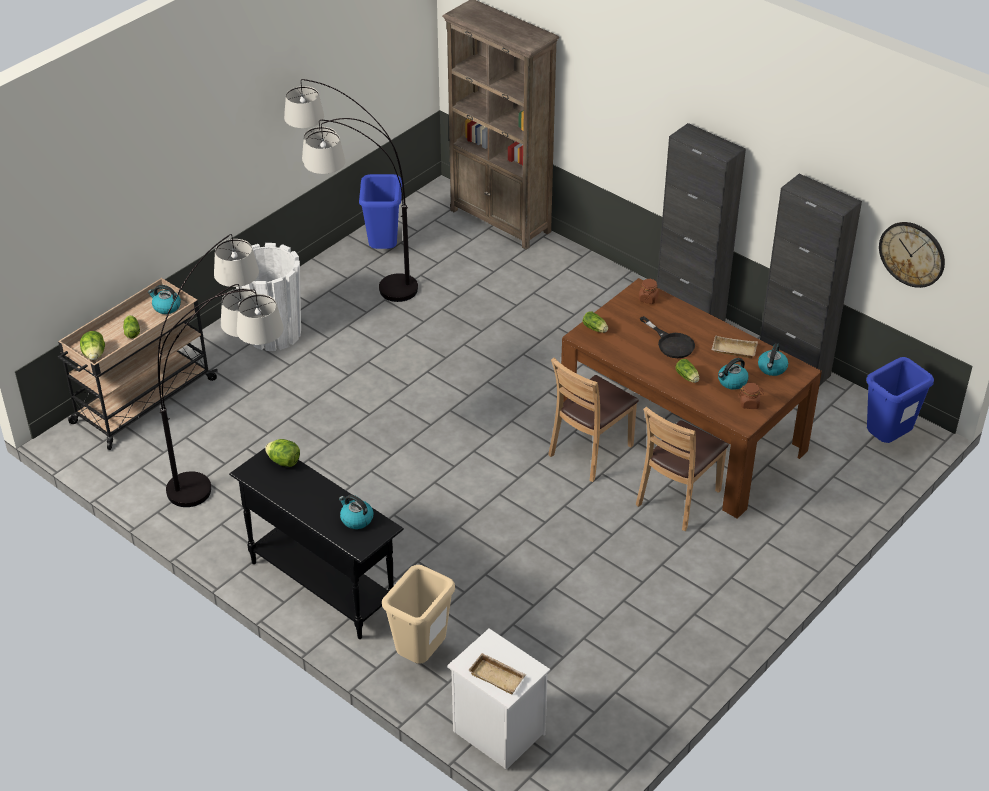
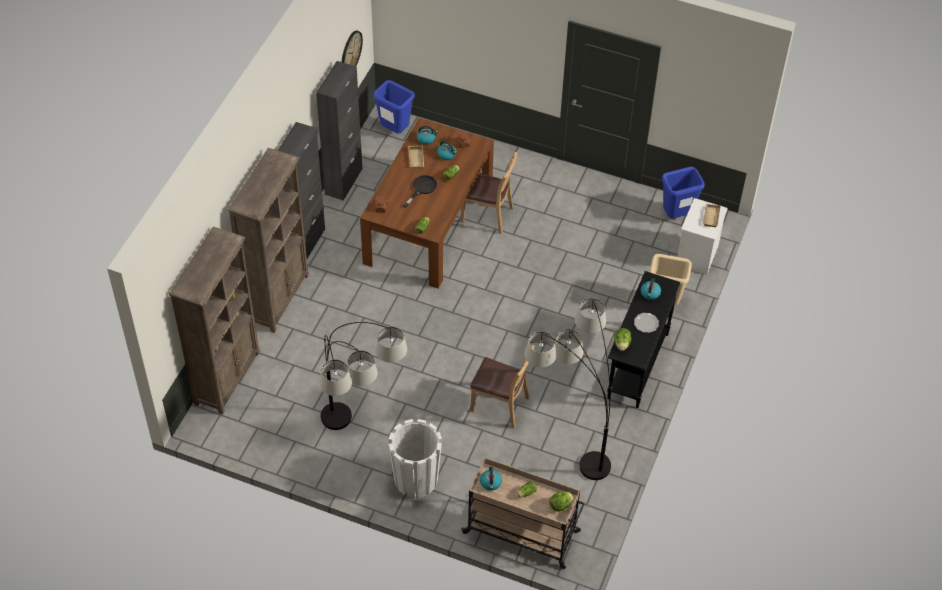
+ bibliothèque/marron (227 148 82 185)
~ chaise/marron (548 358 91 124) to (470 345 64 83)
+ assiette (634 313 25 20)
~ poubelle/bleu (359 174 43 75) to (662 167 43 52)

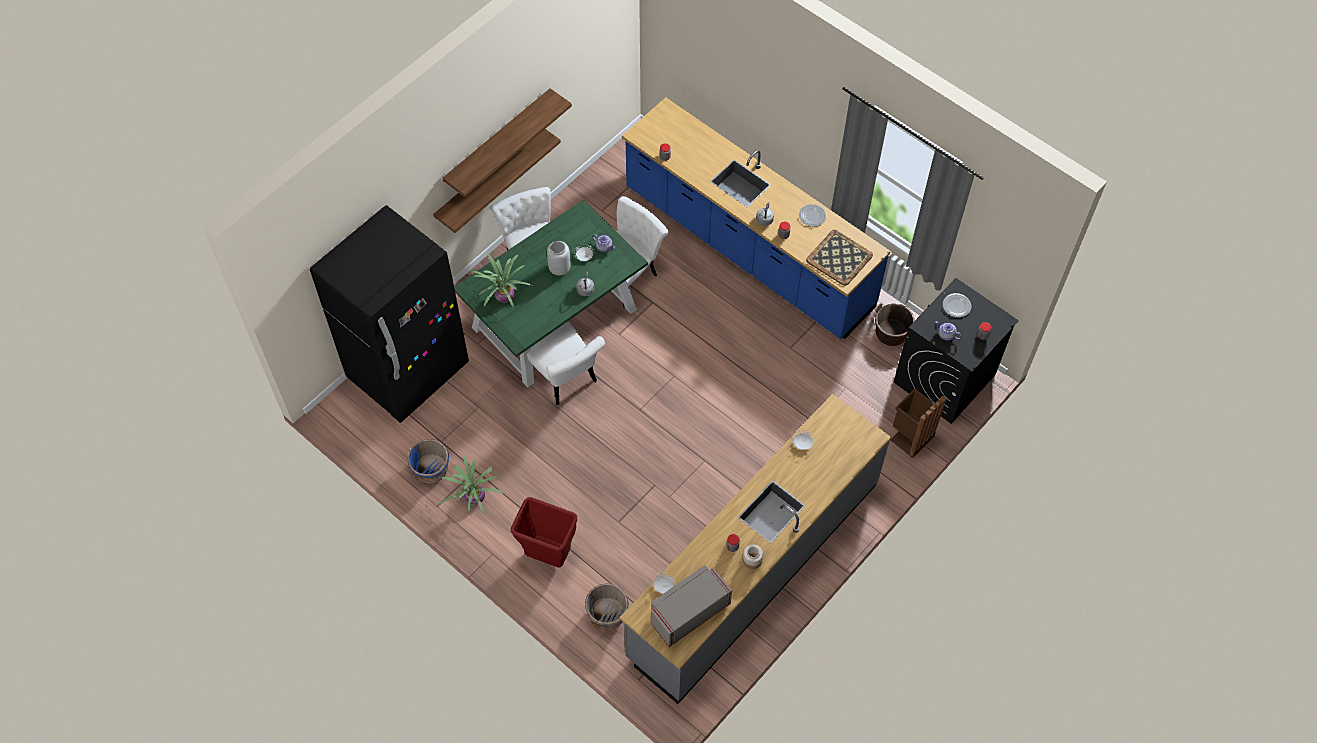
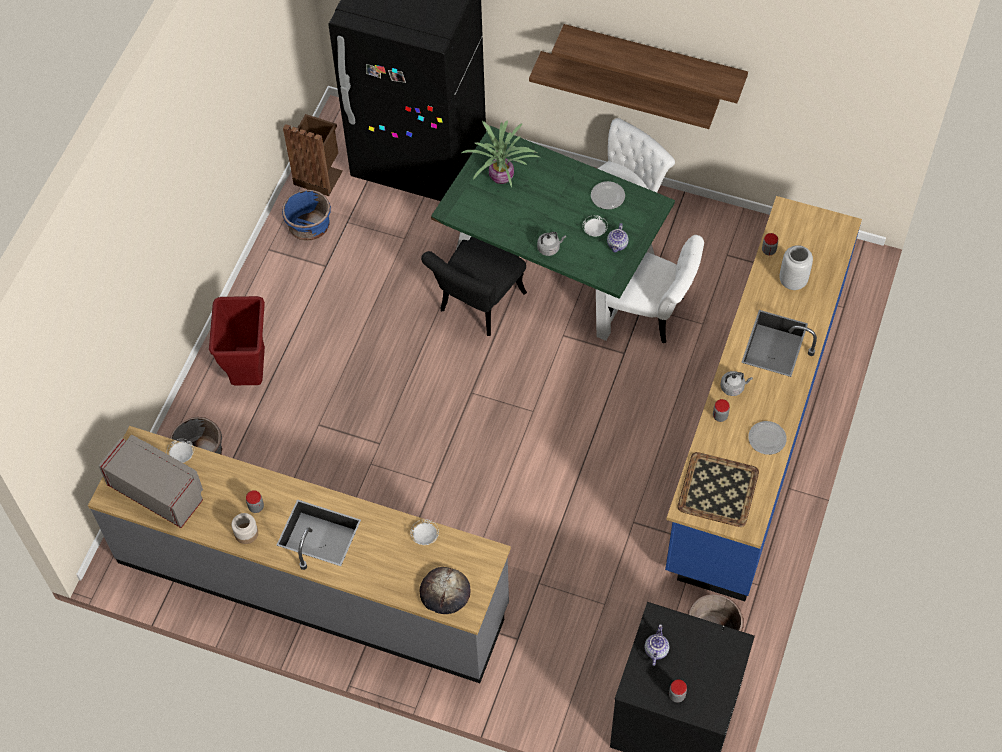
~ poubelle/marron (890 389 57 69) to (283 114 60 82)
+ pain (420 567 50 47)
~ chaise/blanc (527 321 78 84) to chaise/noir (421 236 106 100)
~ assiette (943 293 29 24) to (591 181 34 28)
~ vase/gris (547 241 24 34) to (780 245 33 45)
- plante en pot (438 456 65 59)

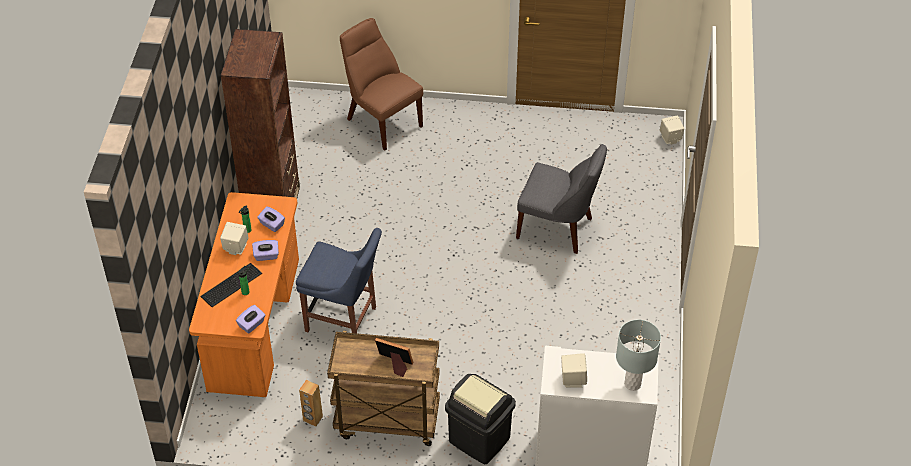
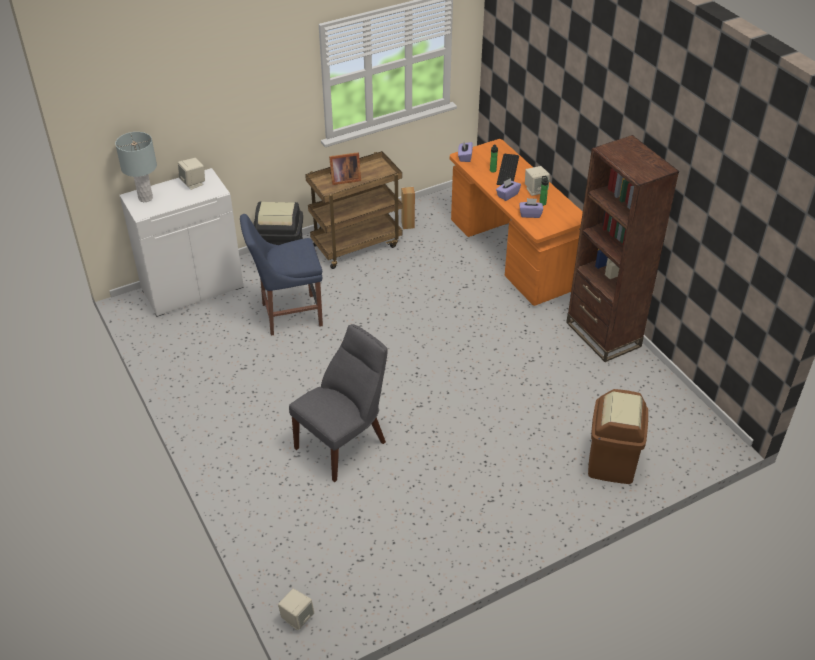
~ chaise/bleu (296 228 86 105) to (240 214 83 122)
~ chaise/gris (516 144 91 110) = (289 324 99 158) 150 degrees clockwise
~ chaise/marron (340 18 83 133) to poubelle/marron (588 389 60 95)

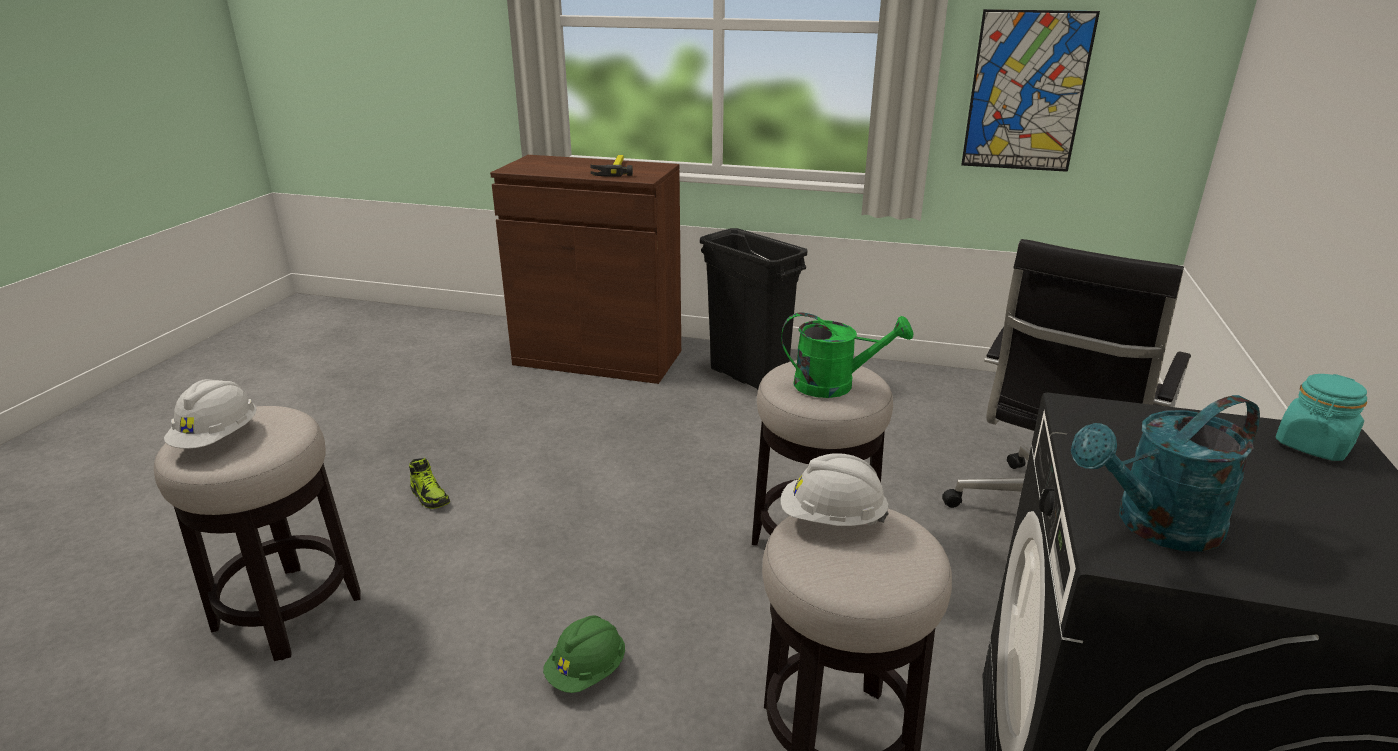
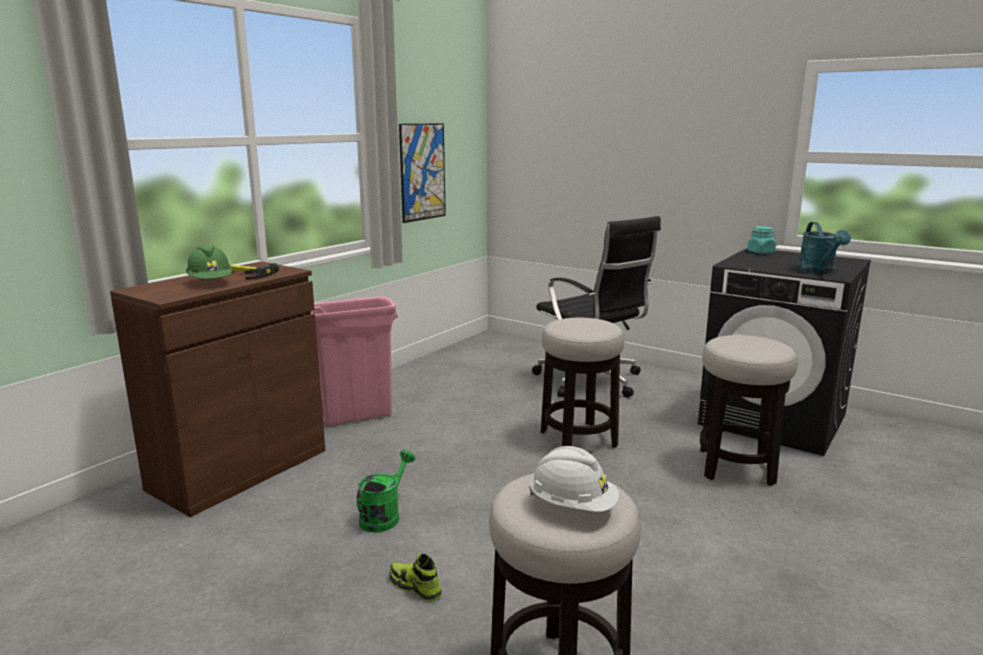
~ casque de chantier/vert (543 615 82 78) to (186 245 46 34)
~ poubelle/noir (700 228 107 162) to poubelle/rose (311 296 87 130)
~ arrosoir/vert (781 312 133 86) to (357 450 58 83)
~ chaussure (409 458 41 51) = (390 554 52 47) 120 degrees counterclockwise
- casque de chantier/blanc (781 453 108 73)

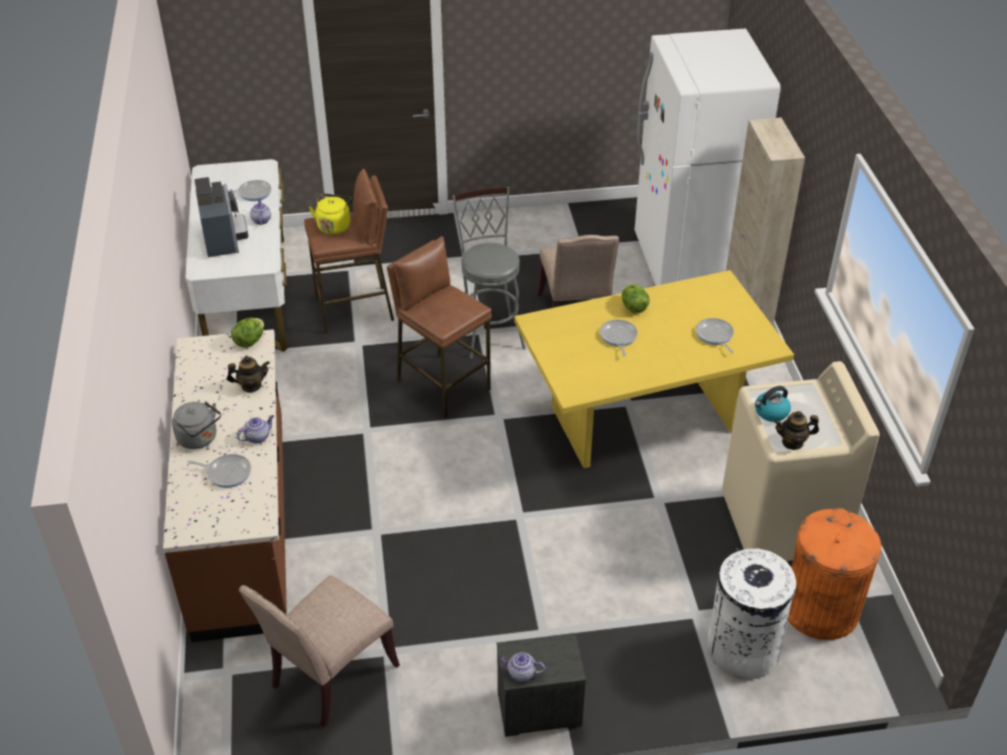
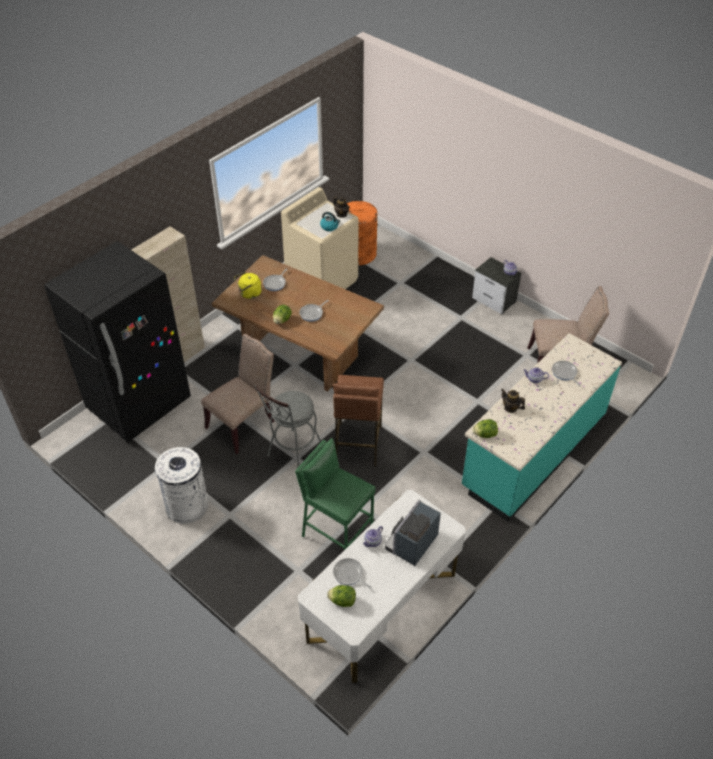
~ réfrigérateur/blanc (635 29 146 257) to réfrigérateur/noir (44 241 147 201)
~ poubelle/blanc (708 548 88 131) to (155 447 53 77)
~ table à manger/jaune (514 270 280 198) to table à manger/marron (212 255 172 136)
~ bouilloire/jaune (309 193 44 42) to (234 272 28 27)
~ tabouret/marron (304 169 90 164) to tabouret/vert (295 438 80 111)
+ laitue (327 585 29 22)
~ comptoir de cuisine/marron (163 329 124 313) to comptoir de cuisine/turquoise (462 333 160 189)
- bouilloire/gris (172 401 49 48)

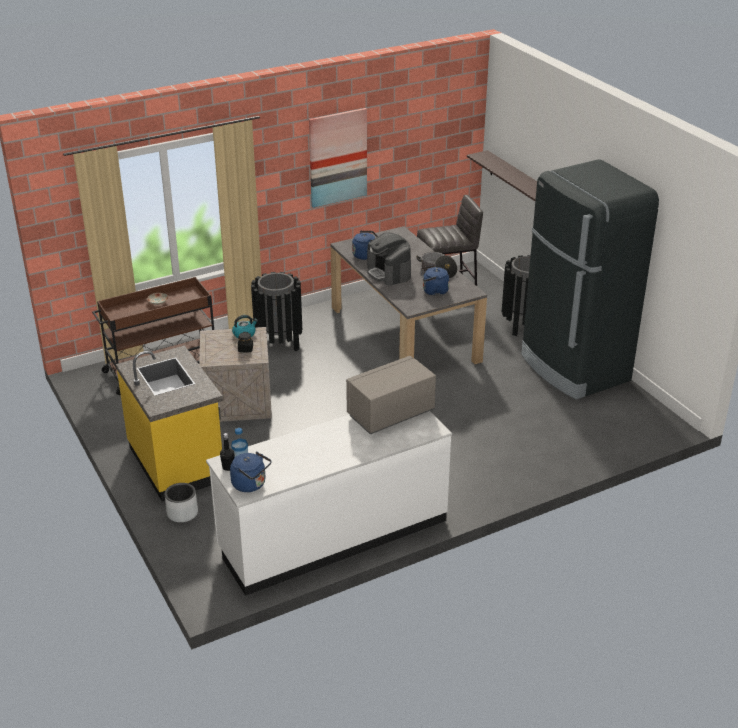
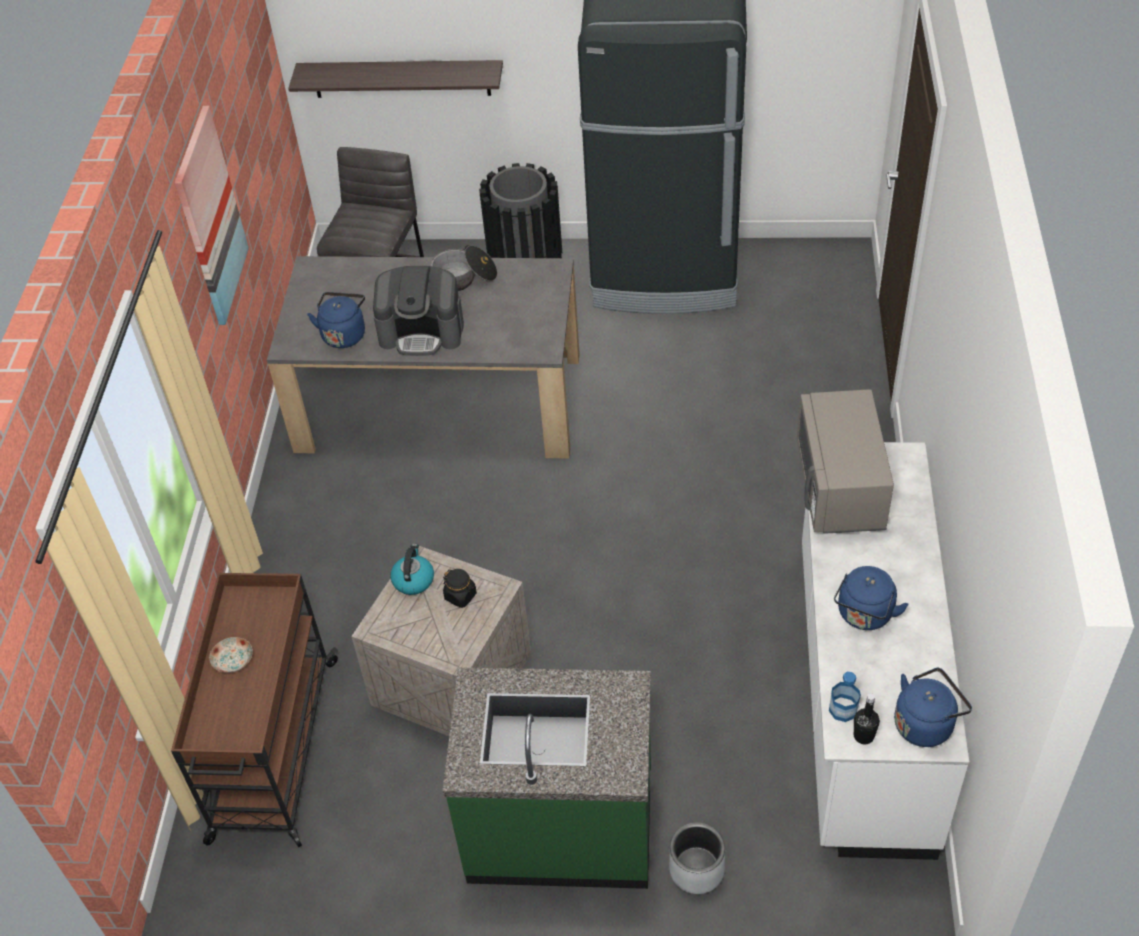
~ comptoir de cuisine/jaune (116 345 107 156) to comptoir de cuisine/vert (443 668 208 221)
~ bouilloire/bleu (421 265 28 31) to (834 566 75 64)
- poubelle/noir (251 272 51 79)

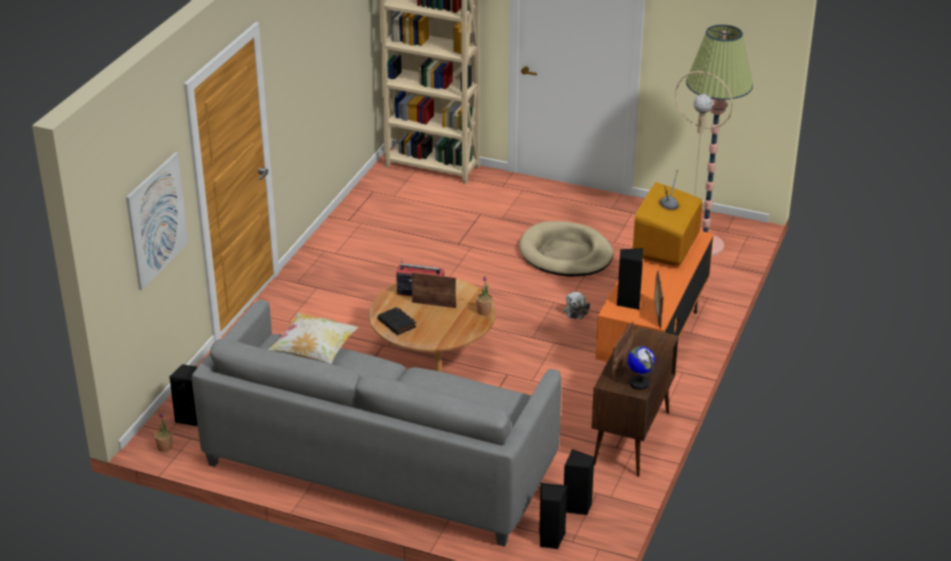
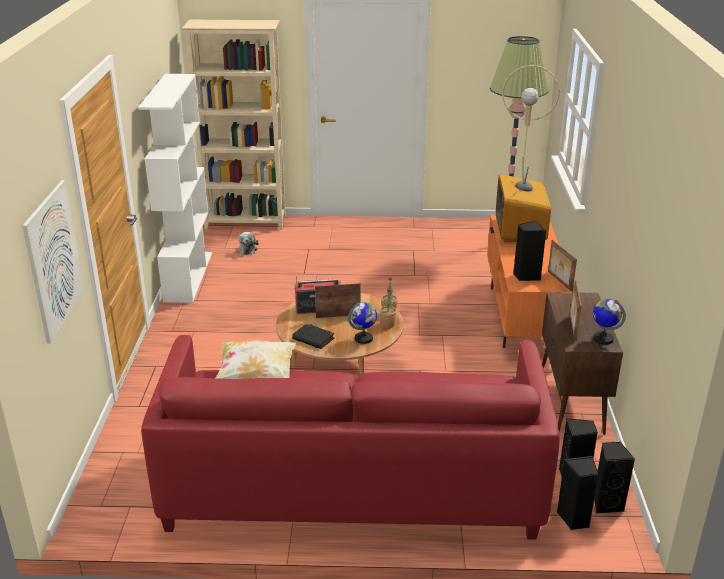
+ bibliothèque/blanc (138 74 74 229)
~ canapé/gris (192 300 369 247) to canapé/rouge (141 335 419 205)
~ peluche (564 292 26 27) to (237 232 22 23)
+ globe (348 302 29 42)
~ plante en pot (154 412 18 40) to (379 287 18 41)
~ enceinte/noir (170 364 28 62) to (594 442 41 72)
- panier pour chien/beige (519 221 95 56)

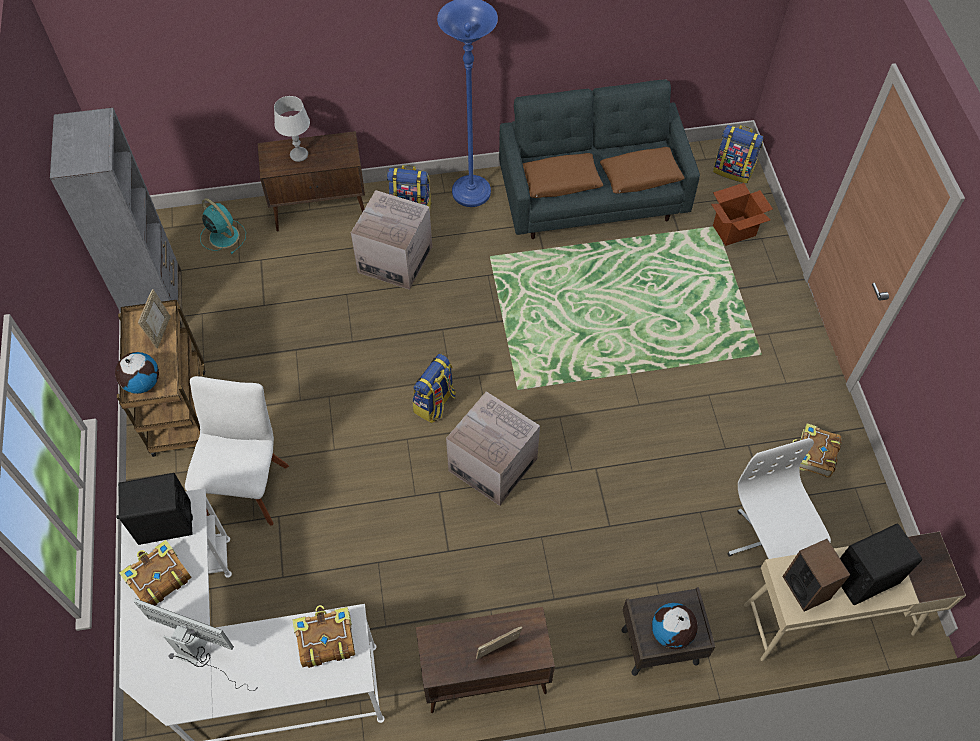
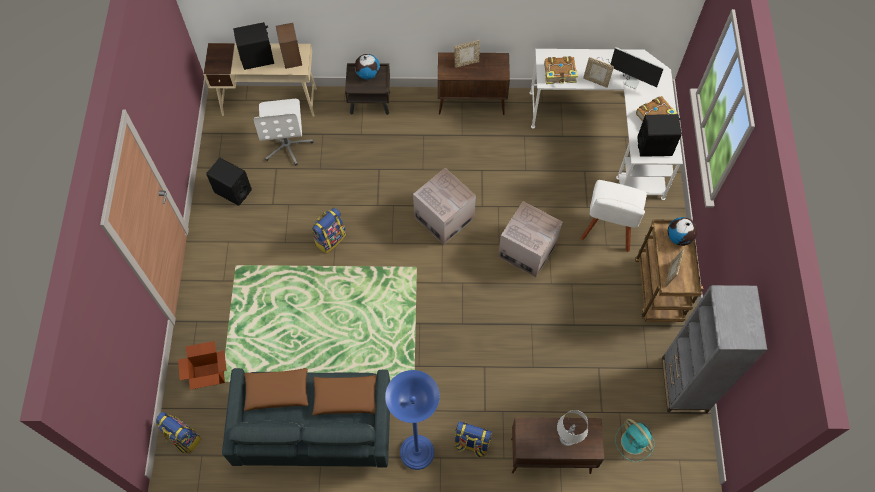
~ livre (792 423 50 55) to enceinte/noir (206 158 46 48)
~ sac à dos (412 354 44 69) to (312 208 34 46)
~ carton (351 190 81 100) to (498 201 64 76)
+ cadre photo (583 57 31 31)

